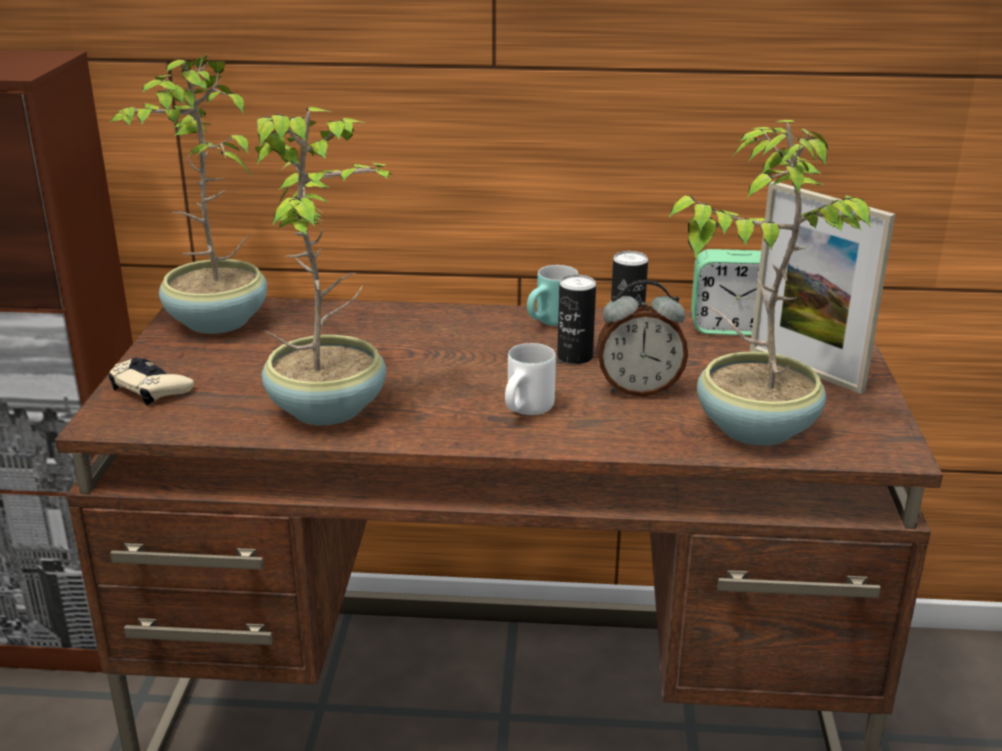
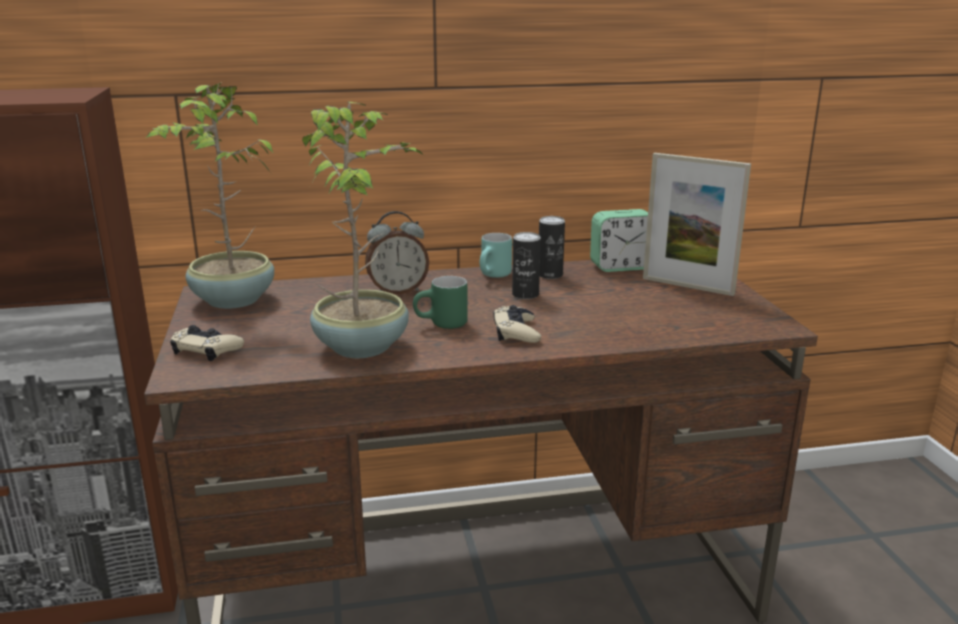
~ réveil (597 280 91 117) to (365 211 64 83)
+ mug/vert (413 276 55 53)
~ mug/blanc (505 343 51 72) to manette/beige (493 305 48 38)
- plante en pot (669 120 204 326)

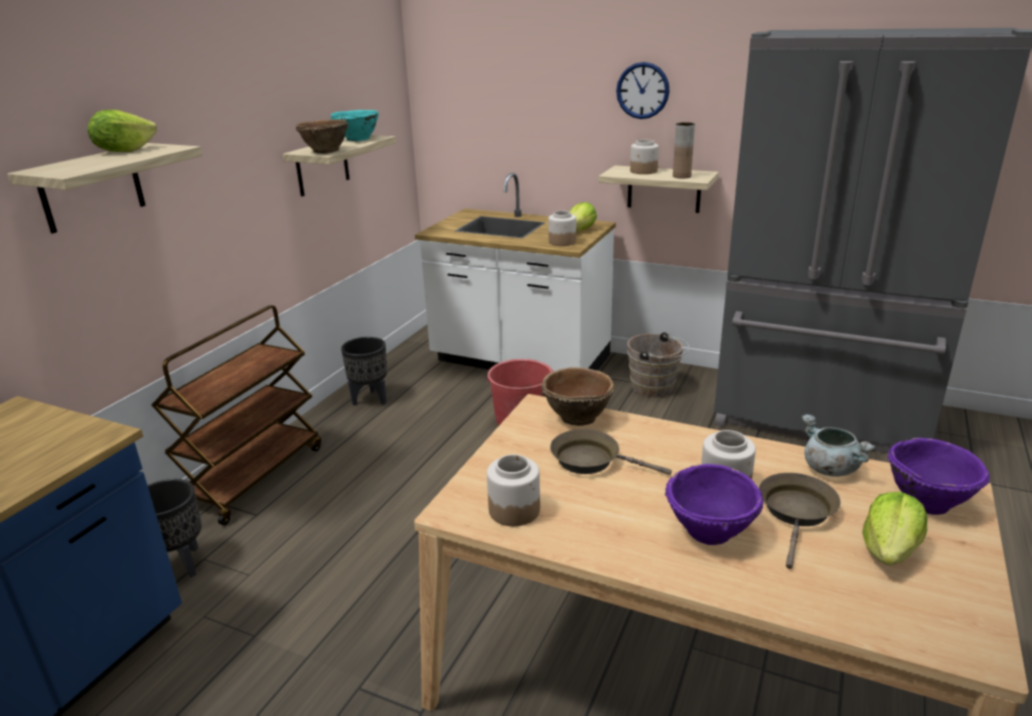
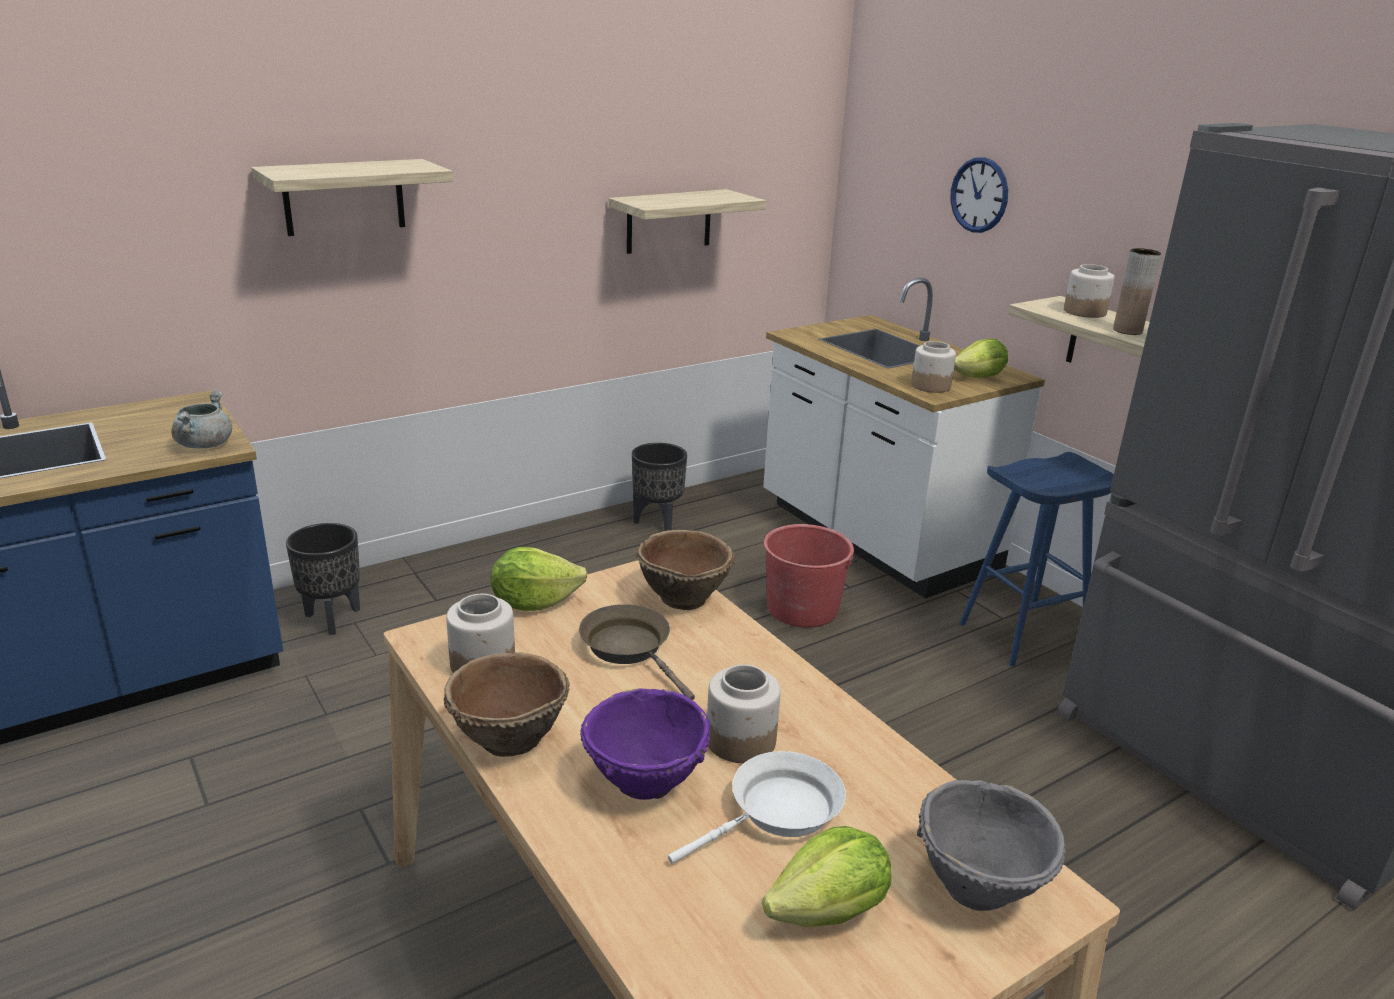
~ marmite/gris (802 414 74 63) to (171 391 61 57)
~ bol/marron (296 119 52 35) to (444 652 126 105)
~ laitue (88 110 69 42) to (491 547 97 64)
~ poêle/marron (759 473 81 96) to poêle/blanc (668 751 178 113)
~ bol/violet (888 438 102 77) to bol/gris (917 780 149 131)
~ horloge murale (616 62 54 57) to (950 157 58 76)
~ seau/marron (627 332 62 65) to tabouret/bleu (959 452 155 214)
- chariot/marron (152 305 169 220)
- bol/turquoise (331 110 48 31)

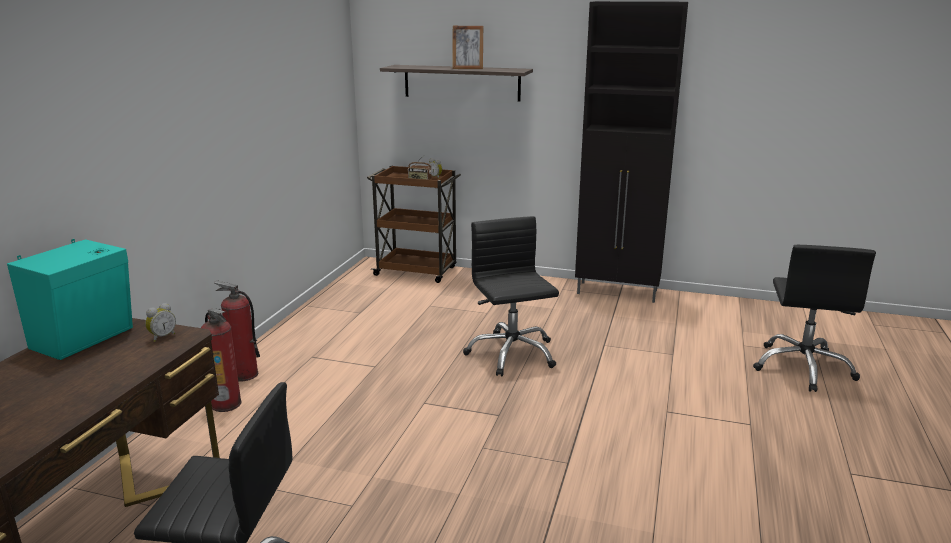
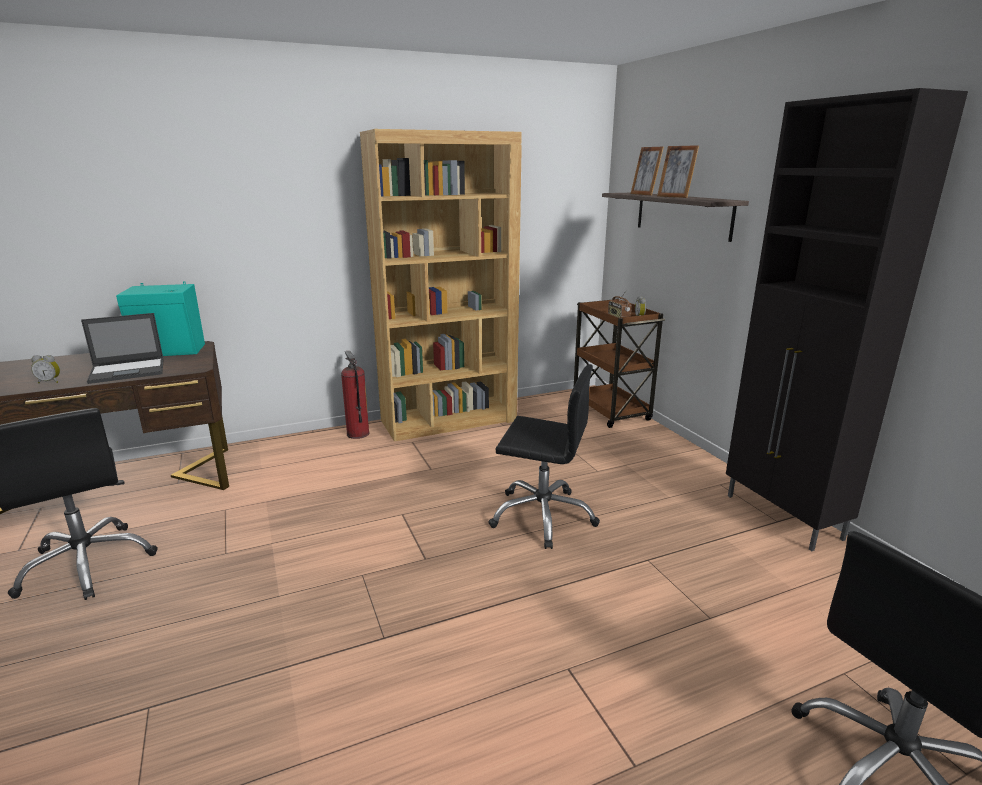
~ réveil (145 303 31 39) to (31 355 29 28)
+ ordinateur portable (81 313 83 71)
+ bibliothèque/marron (360 129 162 313)
~ chaise de bureau/noir (463 216 96 160) = (488 364 112 185) 75 degrees clockwise
+ cadre photo (630 147 34 49)
- extincteur (201 308 41 104)

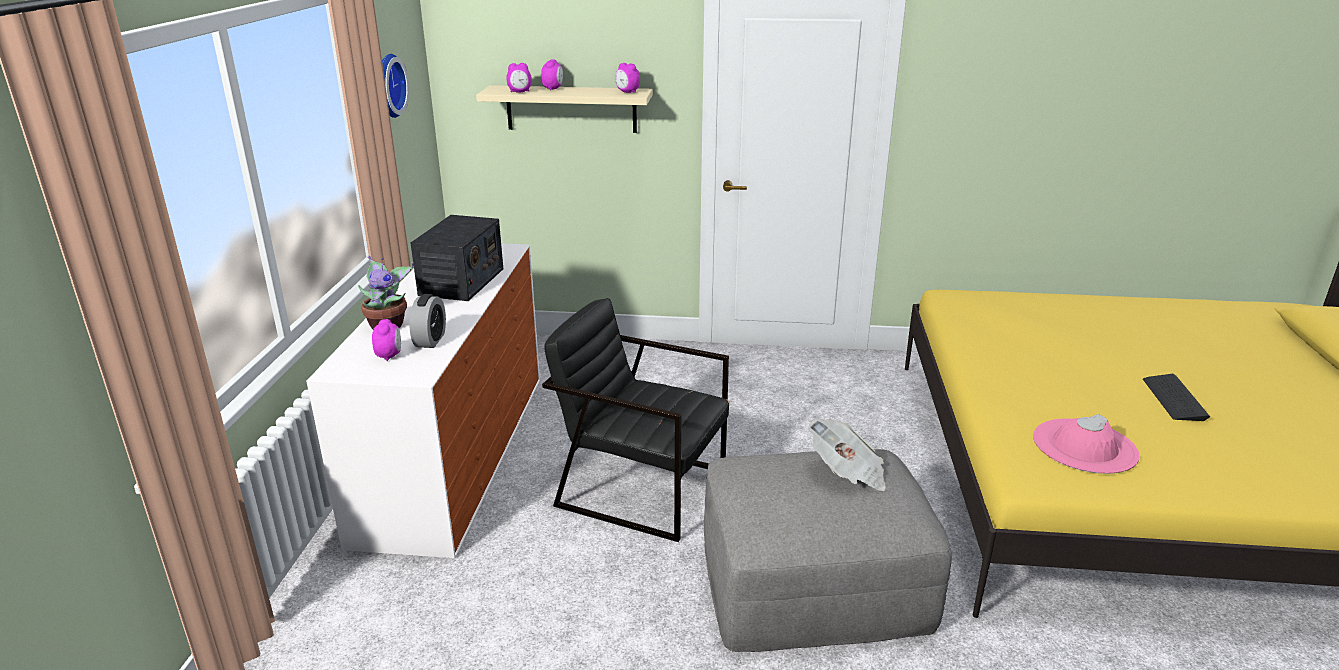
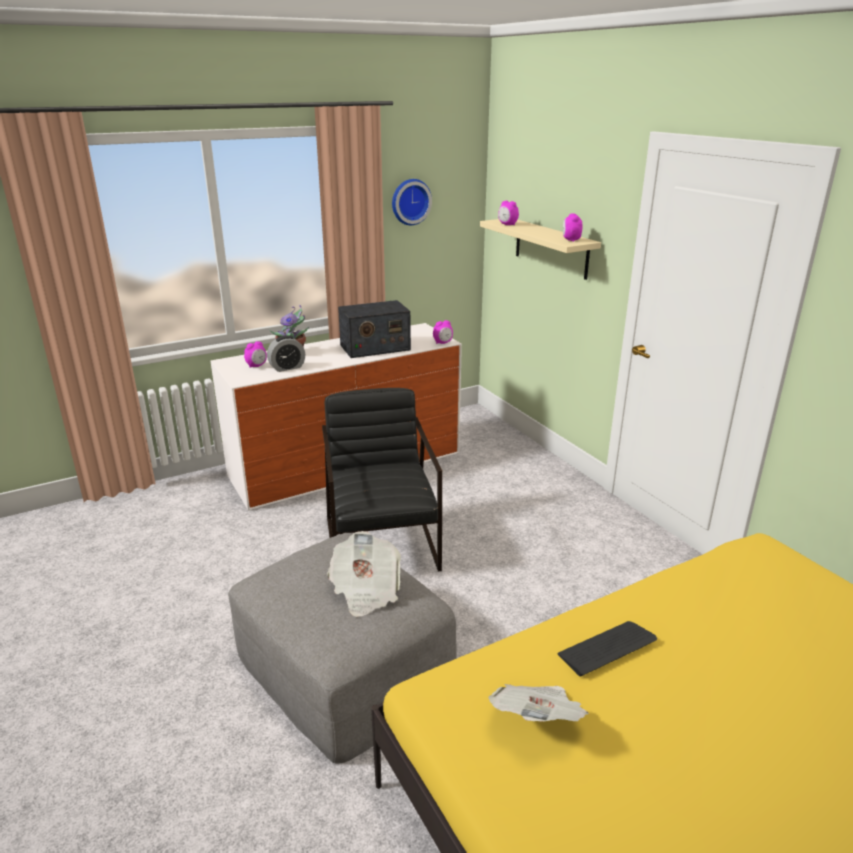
~ réveil (541 59 22 31) to (433 320 20 24)
~ chapeau/rose (1033 414 107 60) to journal (488 684 101 37)
~ clavier (1143 374 67 47) to (558 621 99 55)

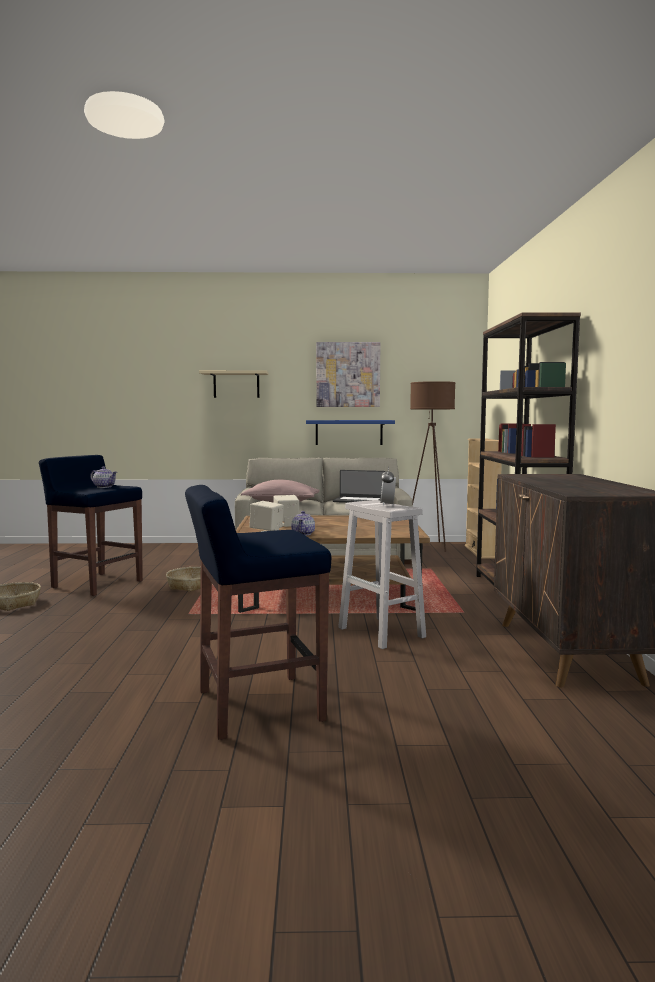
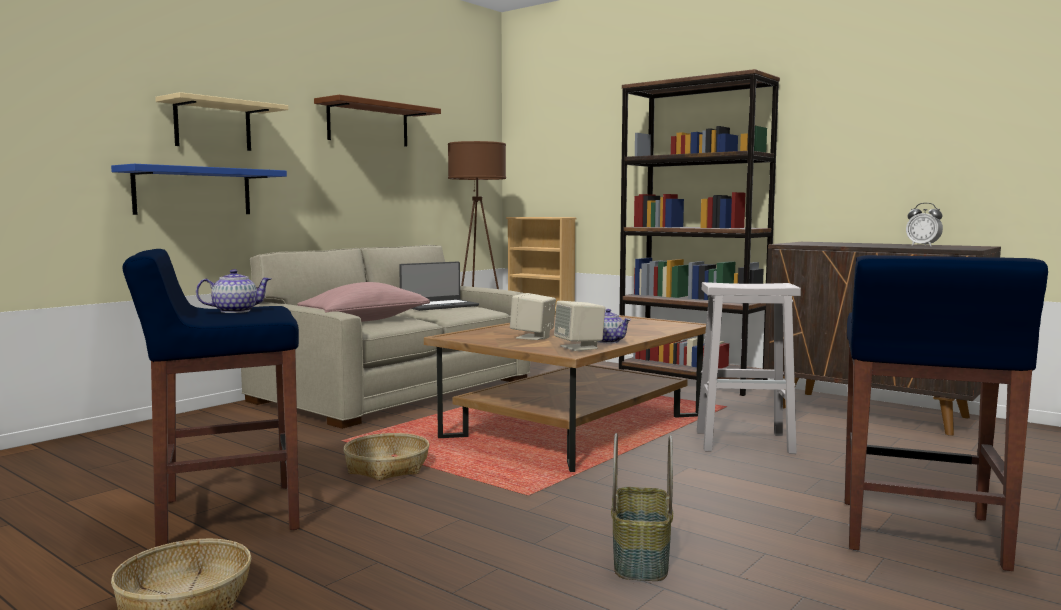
~ étagère/bleu (306 420 89 25) to (111 164 176 51)
~ tableau (316 342 64 65) to étagère/marron (314 95 127 52)
+ panier (611 433 62 148)
~ réveil (380 466 16 40) to (906 203 37 43)

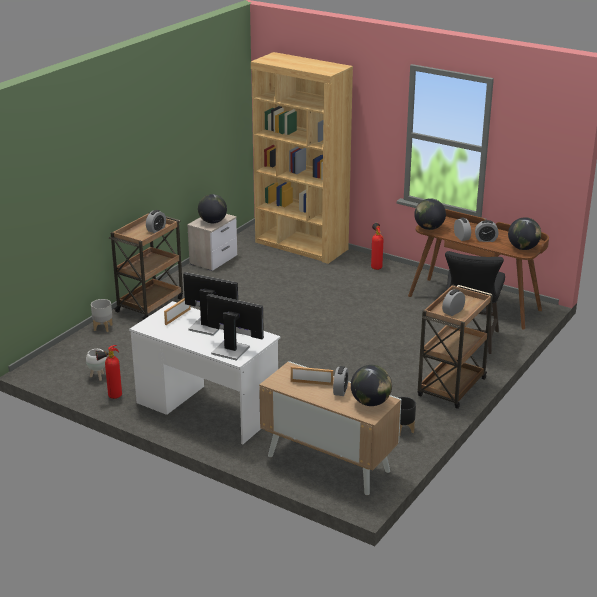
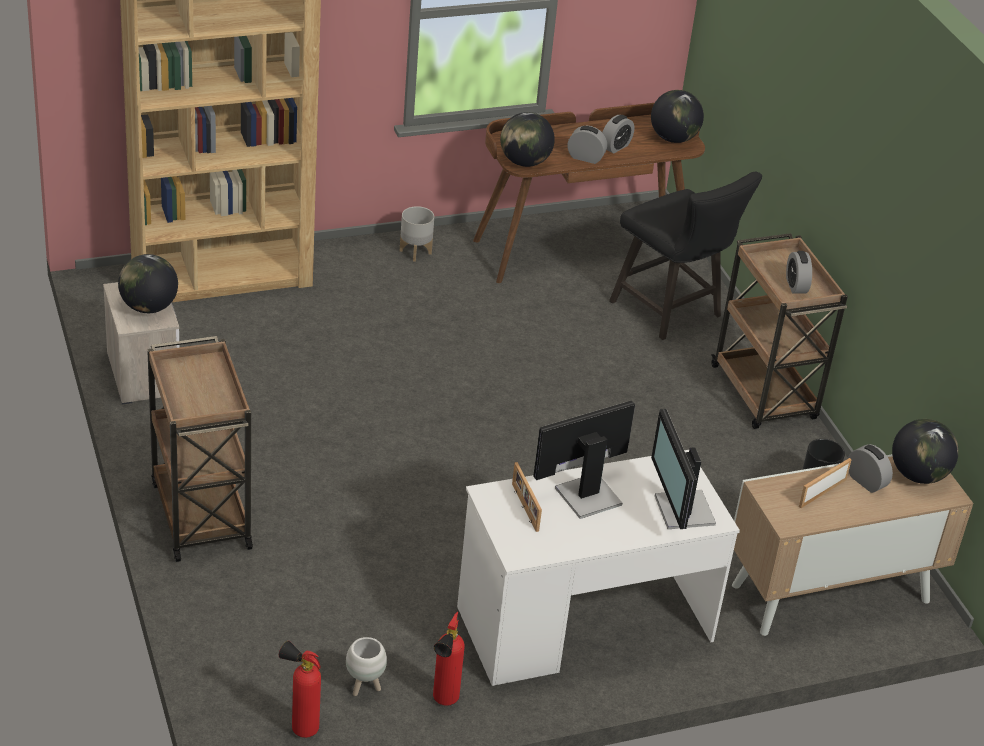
~ extincteur (371 223 12 47) to (279 641 42 97)
~ cache-pot/gris (91 299 22 33) to (400 206 34 56)
~ écran d'ordinateur (207 294 57 67) = (651 409 65 120) 75 degrees counterclockwise
- réveil (146 210 20 23)

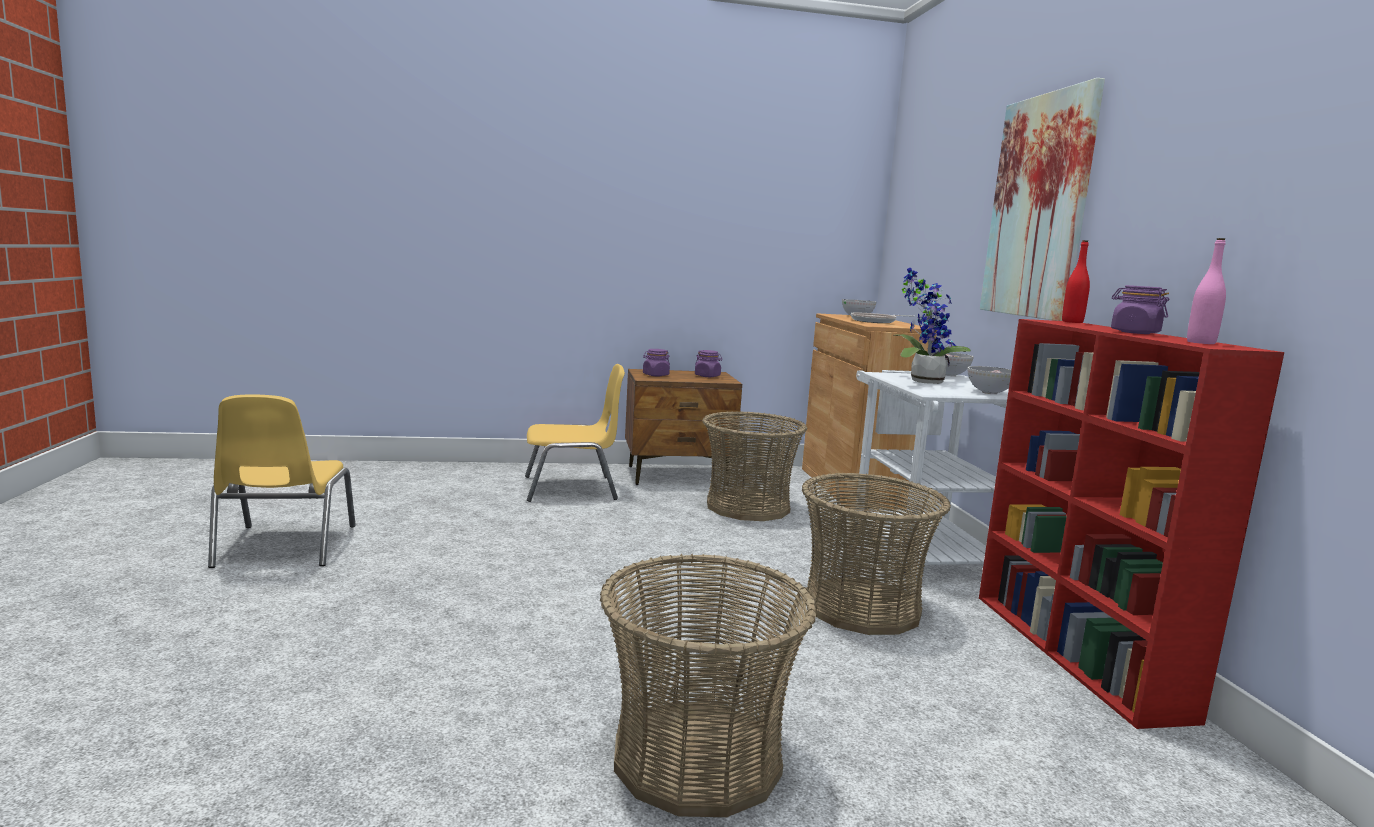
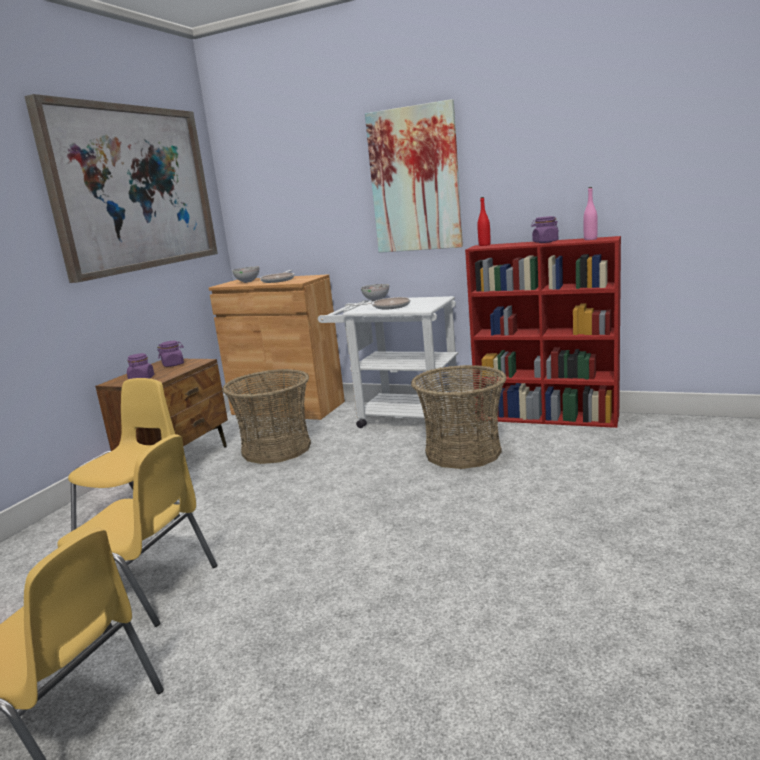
+ tableau (24 94 194 189)
+ chaise/jaune (57 434 160 193)
~ plante en pot (894 268 77 116) to poêle (352 297 58 12)
- panier (600 554 217 263)
- bol (968 366 43 28)

